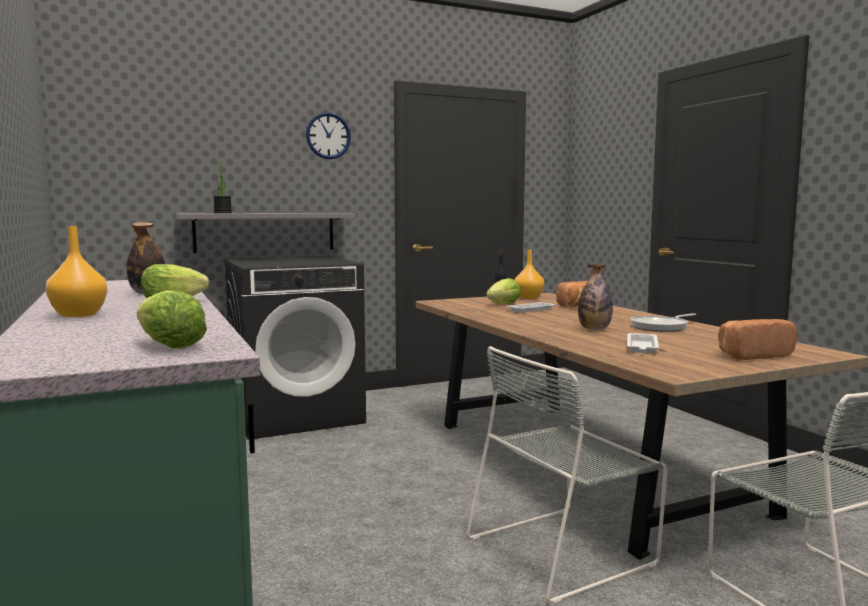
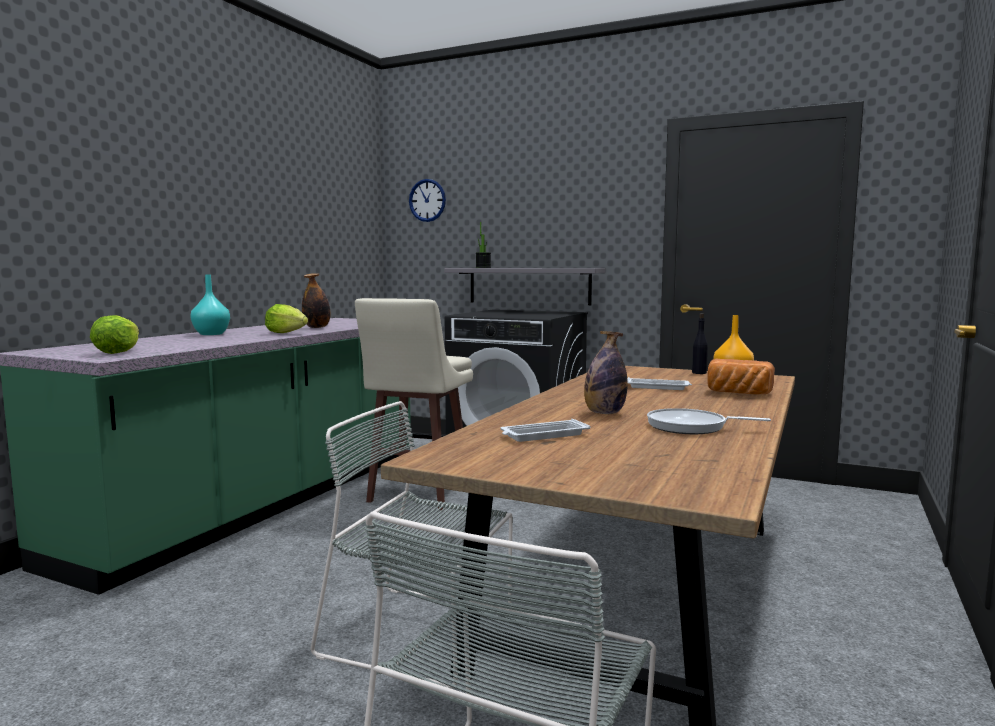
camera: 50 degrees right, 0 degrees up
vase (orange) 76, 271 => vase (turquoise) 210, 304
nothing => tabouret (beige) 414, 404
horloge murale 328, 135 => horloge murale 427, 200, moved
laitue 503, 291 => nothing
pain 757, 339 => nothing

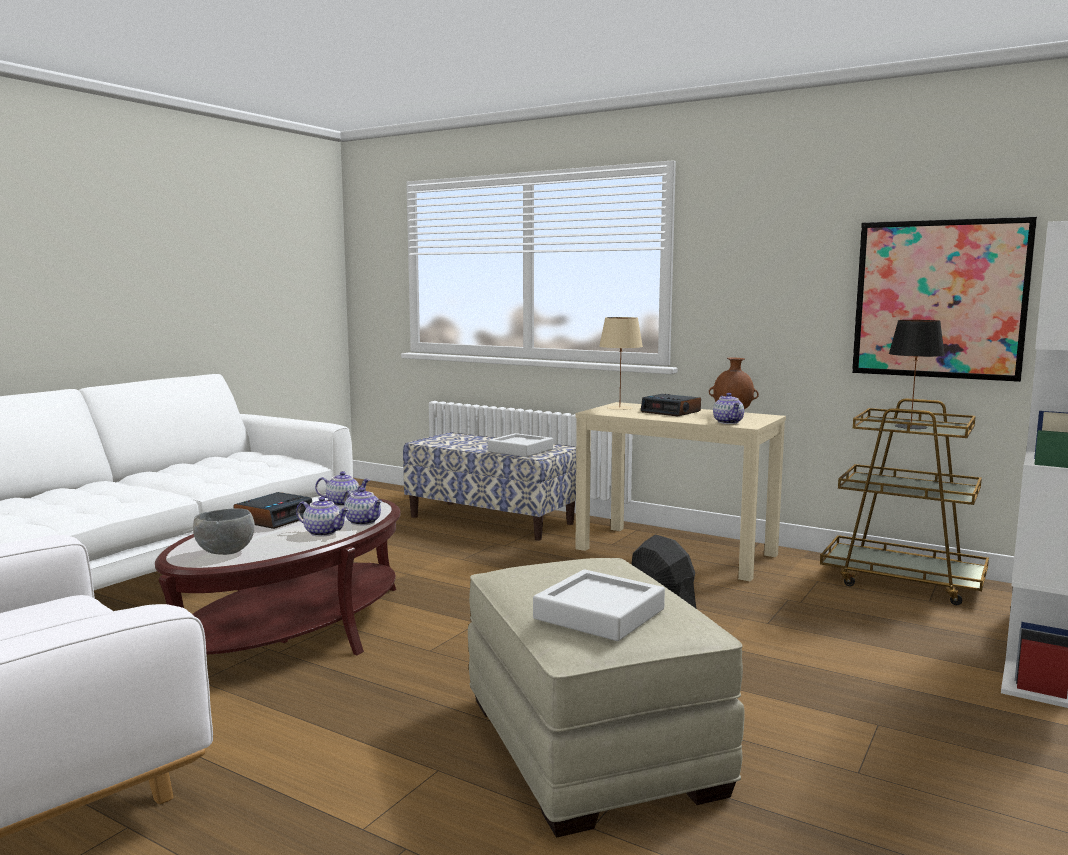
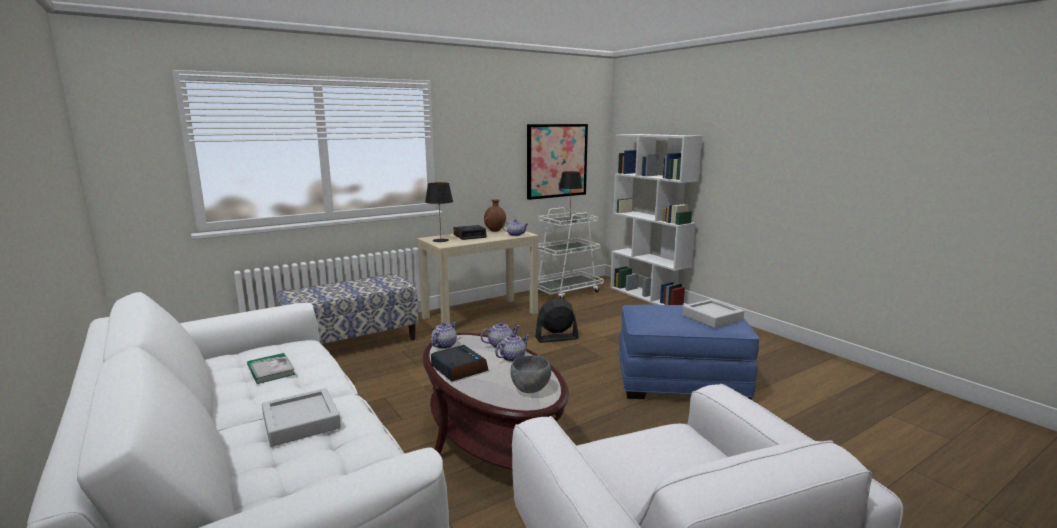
camera: 65 degrees left, 5 degrees up
nothing => livre 271, 368
plateau (gris) 520, 445 => plateau (gris) 301, 417, moved
lampe de table (beige) 621, 363 => lampe de table (noir) 439, 212
chariot (marron) 904, 502 => chariot (blanc) 566, 253
pouf (beige) 606, 698 => pouf (bleu) 689, 352

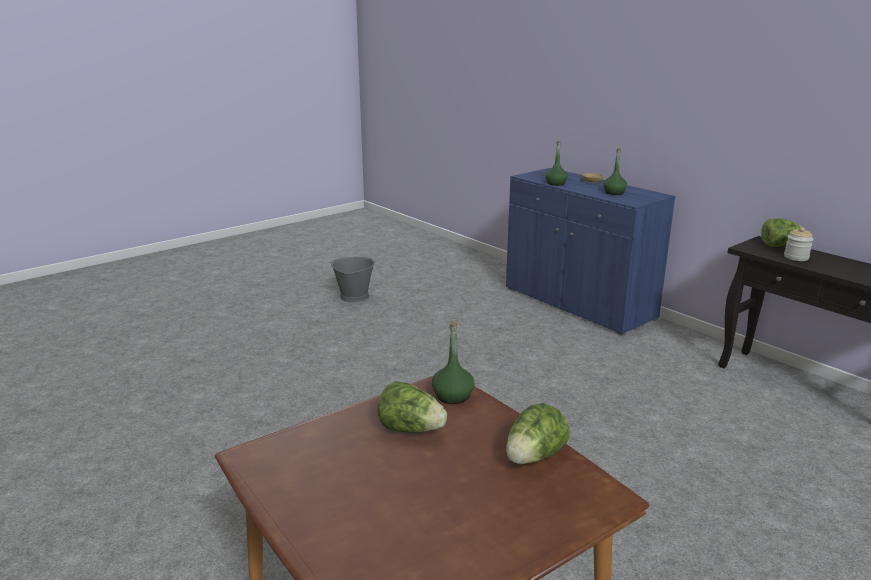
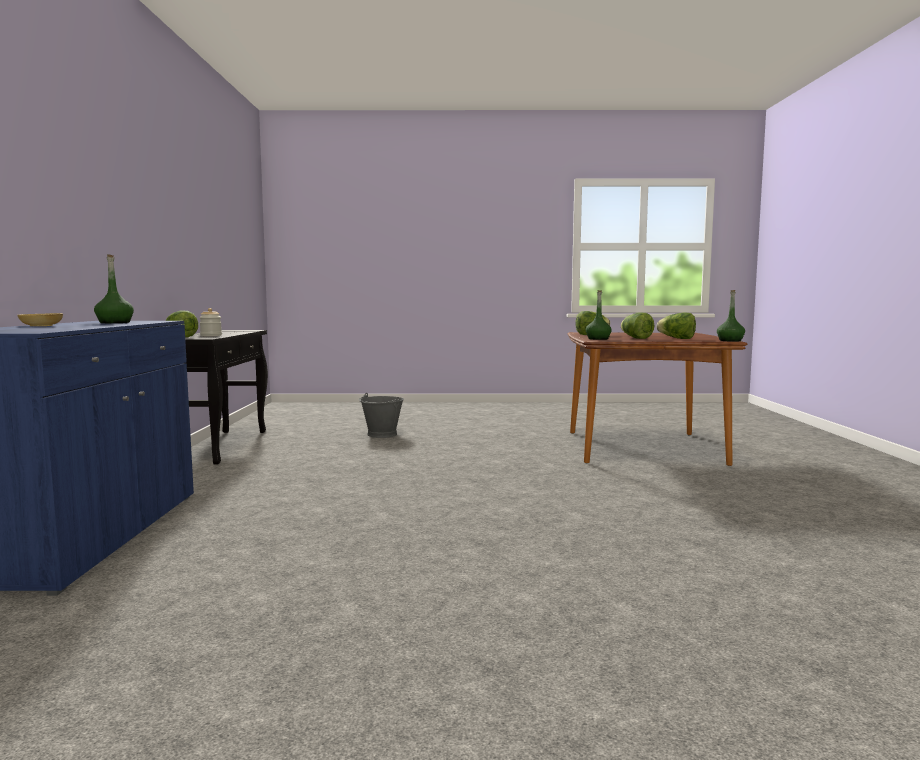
camera: 140 degrees left, 15 degrees down
seau (gris) 353, 279 => seau (gris) 381, 415, moved
nothing => laitue 676, 326
bouteille (vert) 556, 163 => bouteille (vert) 731, 316, moved

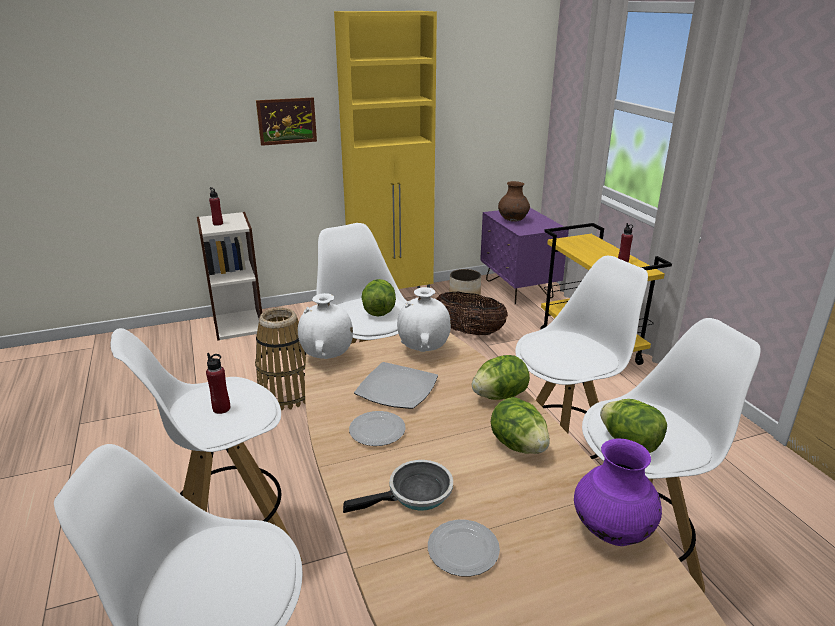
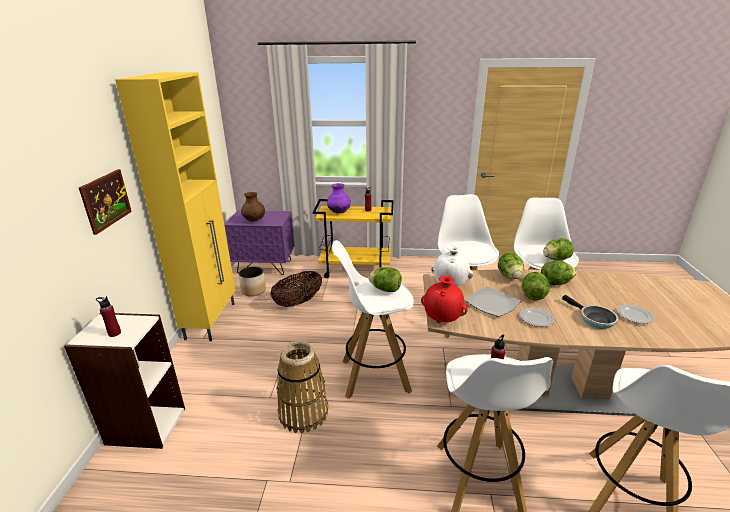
camera: 65 degrees left, 0 degrees up
vase (violet) 618, 492 => vase (violet) 339, 198, moved
vase (blanc) 325, 326 => vase (rouge) 444, 299
nothing => laitue 536, 286
poêle 398, 486 => poêle 590, 312, 150 degrees clockwise

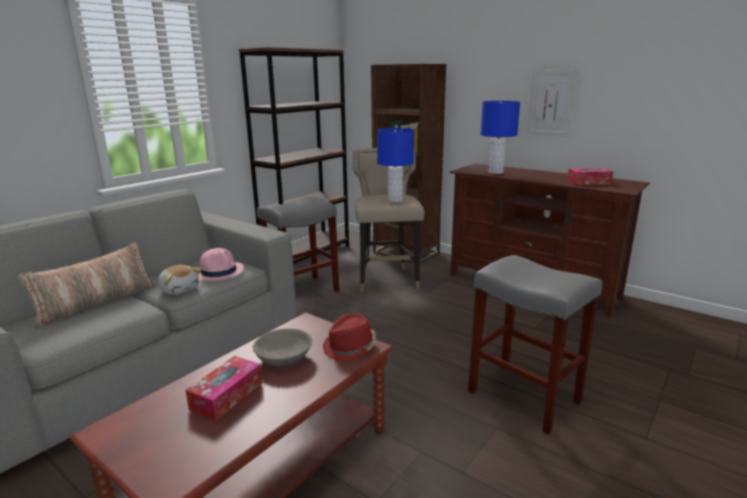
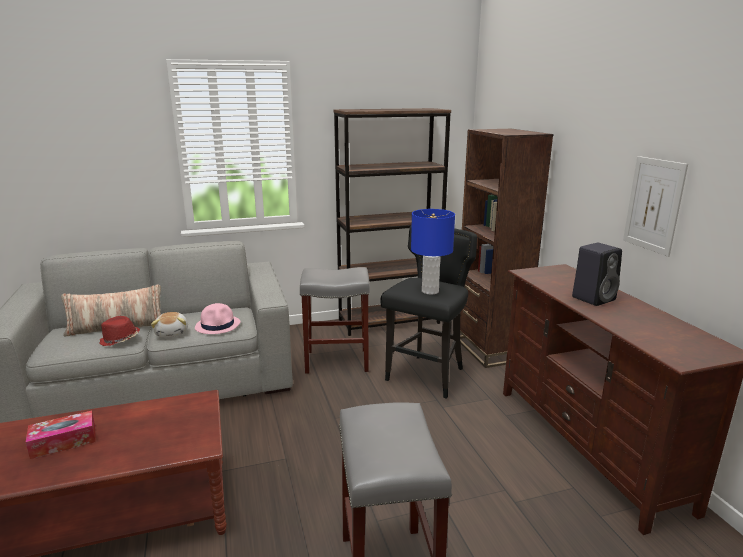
camera: 35 degrees right, 0 degrees up
chapeau (rouge) 349, 337 => chapeau (rouge) 119, 331, moved
tabouret (beige) 388, 220 => tabouret (noir) 428, 312
nothing => enceinte (noir) 597, 274
bol (gris) 282, 347 => nothing
lampe de table (bleu) 500, 137 => nothing
boîte à mouchoirs 590, 176 => nothing

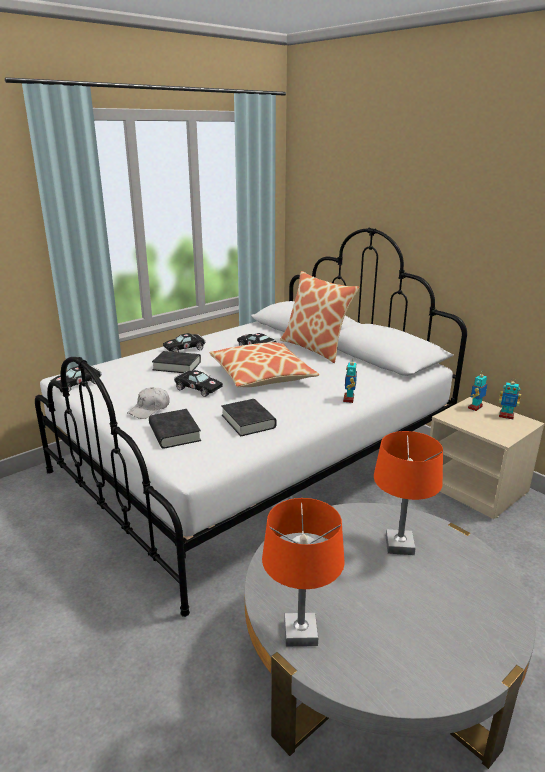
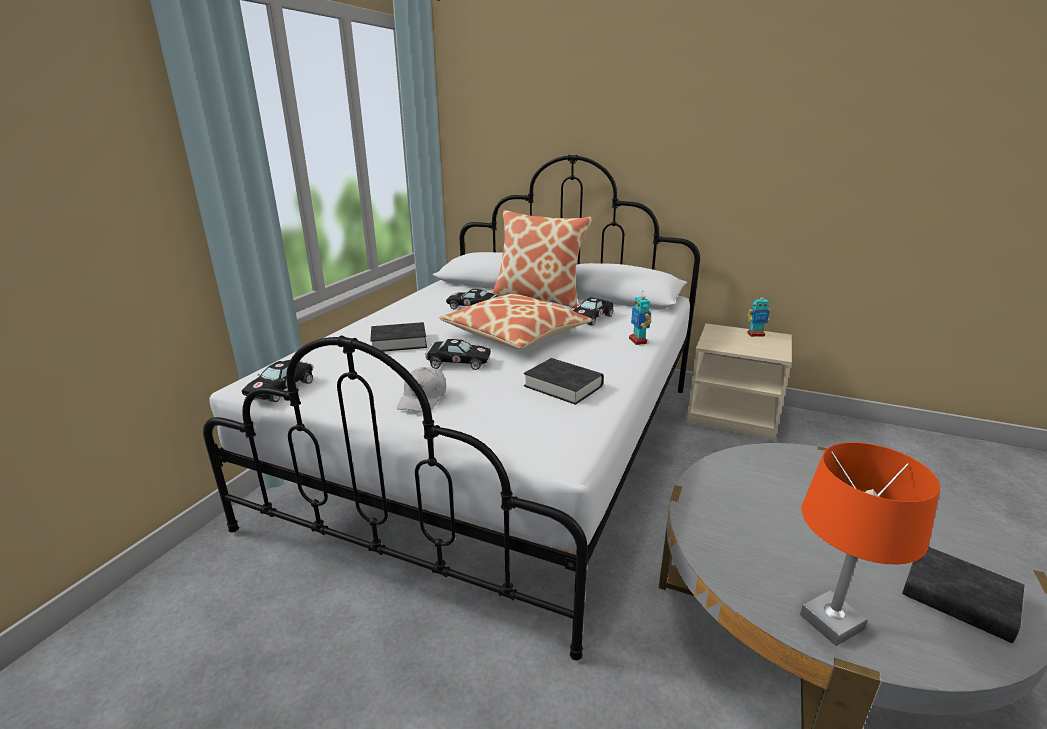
camera: 25 degrees left, 0 degrees up
petite voiture (noir) 184, 342 => petite voiture (noir) 593, 311, moved
livre (noir) 175, 429 => livre (noir) 963, 595, moved
lampe de table (orange) 408, 493 => nothing
robot jouet 477, 392 => nothing

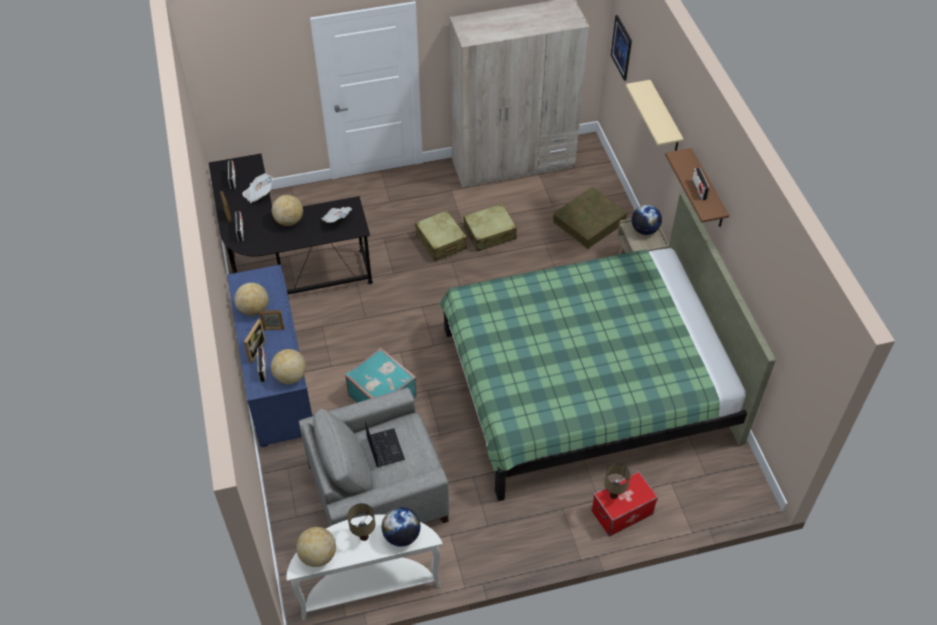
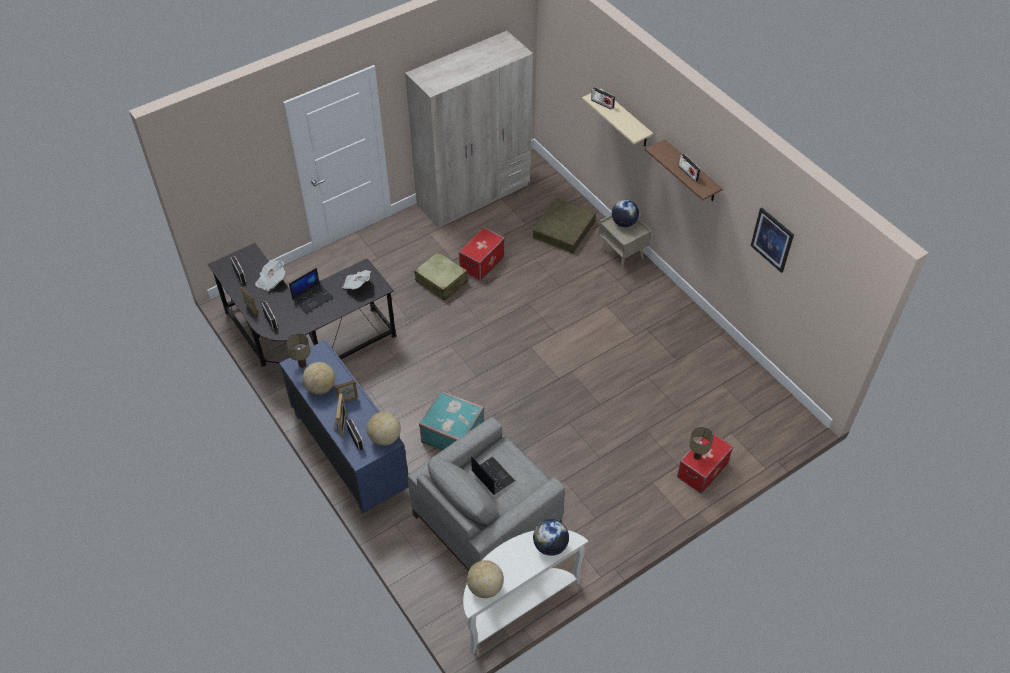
camera: 20 degrees left, 0 degrees up
lampe de table 361, 522 => lampe de table 298, 351, moved
globe 287, 210 => ordinateur portable 311, 290
valise (beige) 490, 227 => boîte de rangement 481, 254
nothing => radio 603, 98
tableau 621, 48 => tableau 772, 240, moved
lit (vert) 607, 347 => nothing

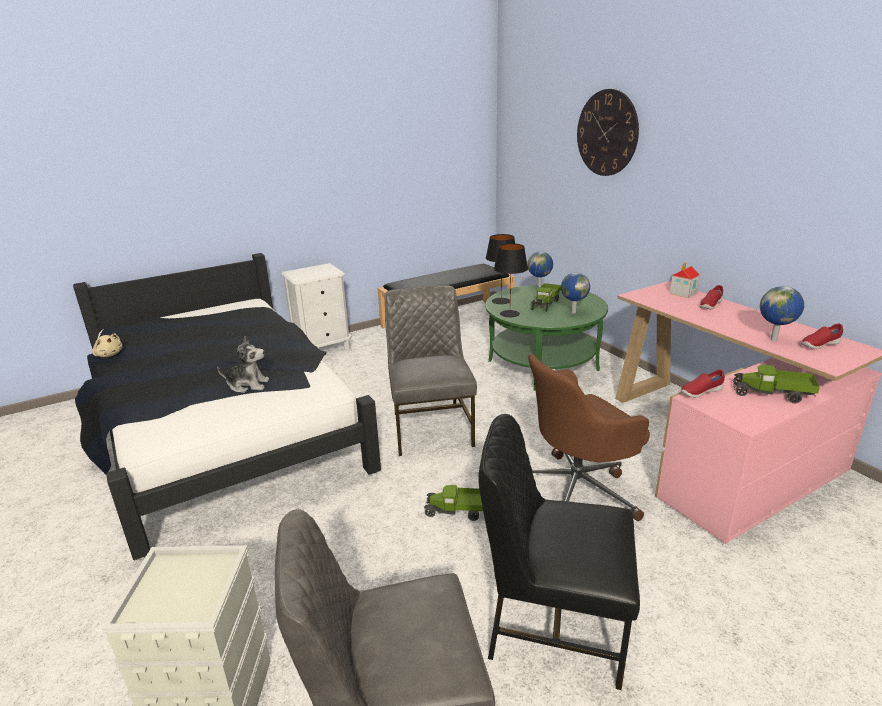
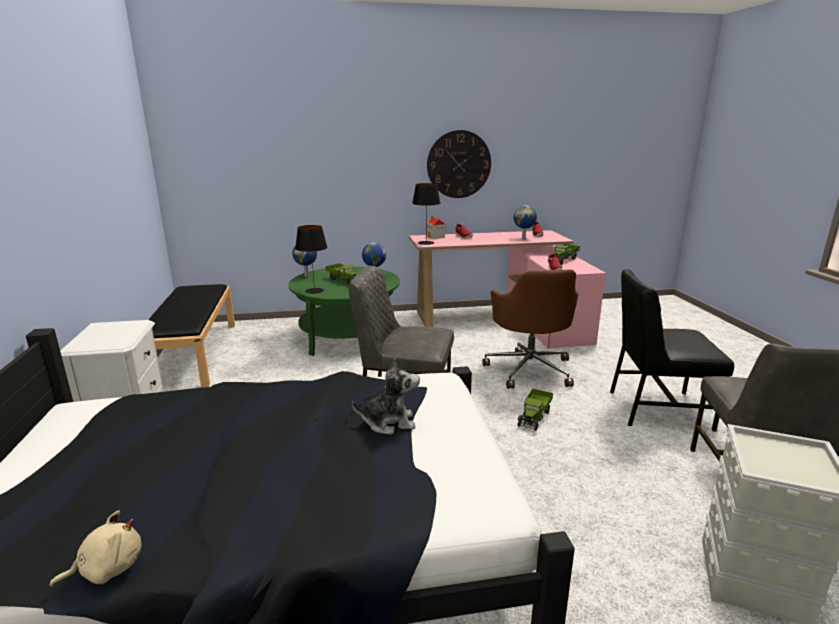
camera: 70 degrees left, 5 degrees down
peluche 243, 364 => peluche 386, 396, 60 degrees clockwise
lampe de table (noir) 511, 280 => lampe de table (noir) 426, 214, moved
horloge murale 608, 132 => horloge murale 459, 164, moved
chaise (noir) 559, 552 => chaise (noir) 672, 350, 60 degrees clockwise

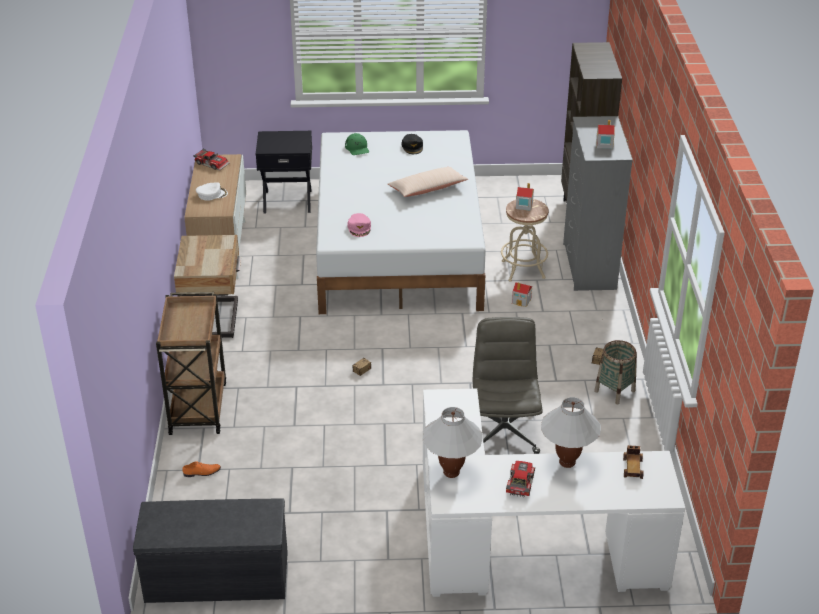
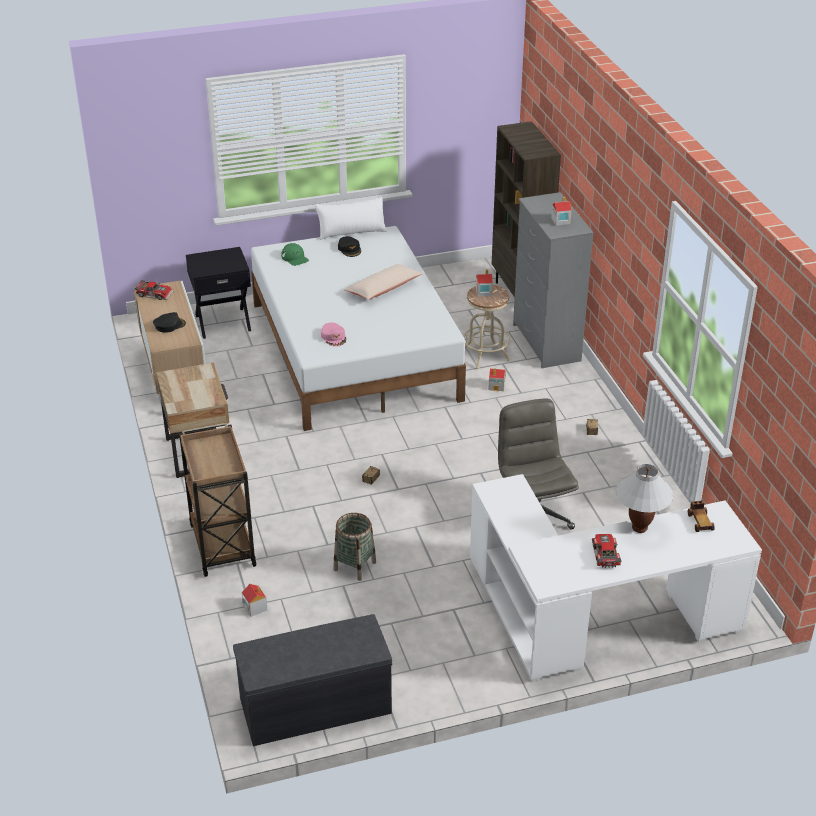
camera: 15 degrees left, 0 degrees up
casquette (blanc) 212, 191 => casquette (noir) 169, 322
chaussure (orange) 201, 469 => maison miniature 255, 600
nothing => coussin (blanc) 351, 218
panier 615, 372 => panier 354, 547, moved
lampe de table (blanc) 452, 442 => nothing

